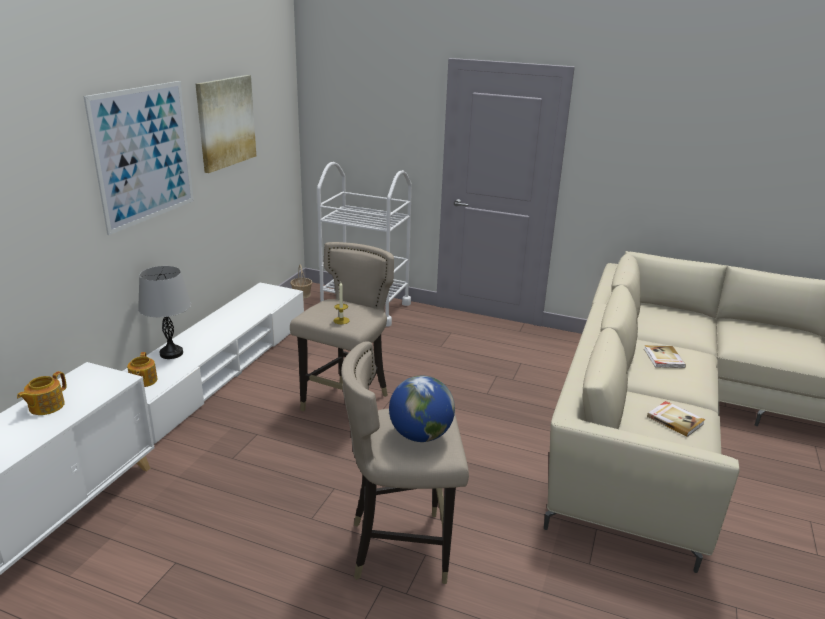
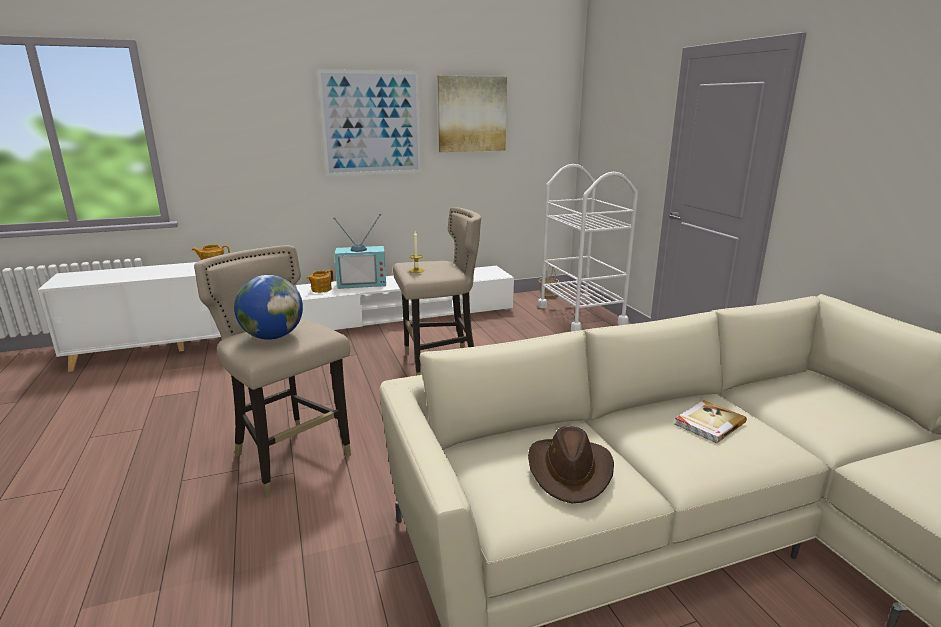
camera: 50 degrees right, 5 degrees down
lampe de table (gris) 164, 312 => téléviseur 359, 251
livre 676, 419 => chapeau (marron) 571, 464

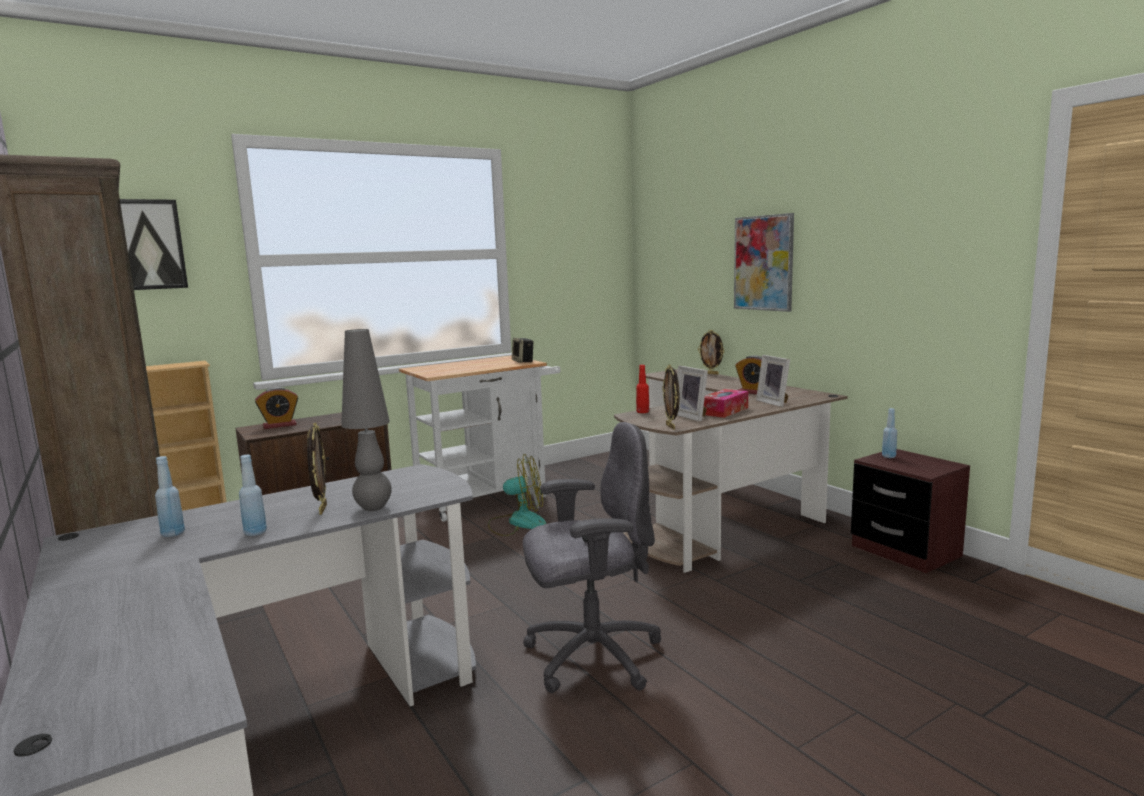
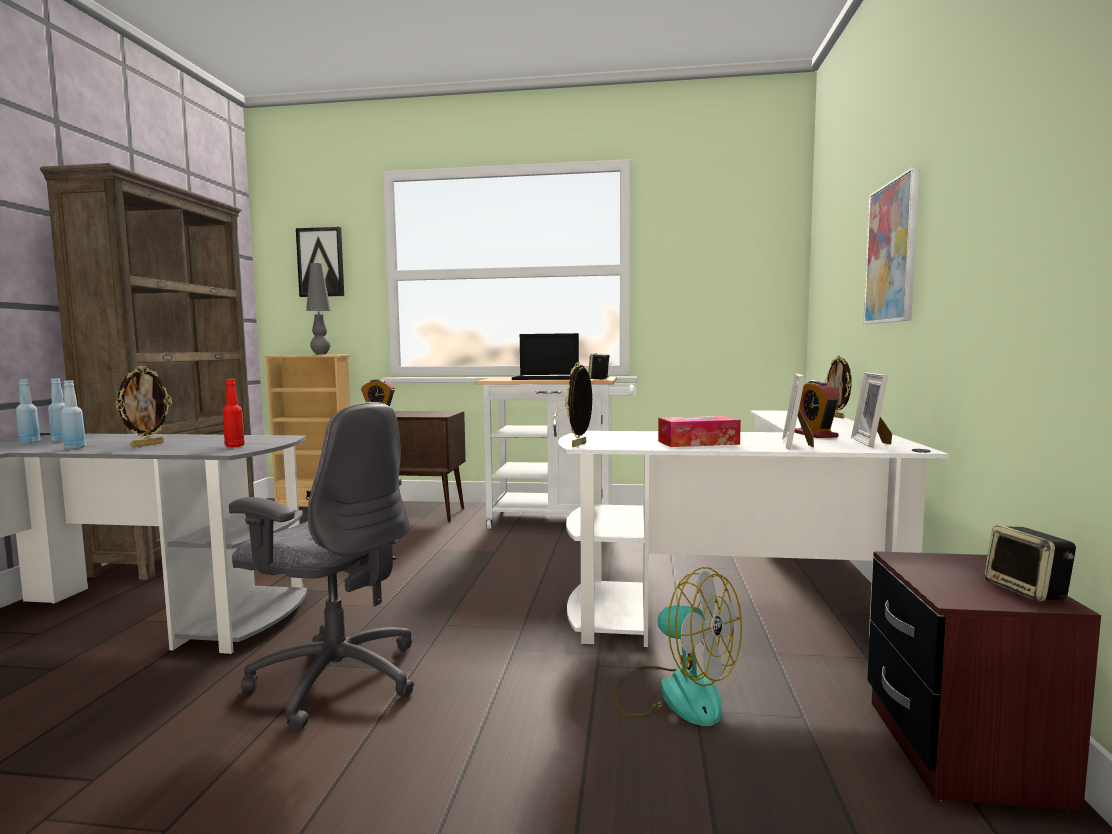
camera: 40 degrees right, 5 degrees down
bouteille (bleu) 889, 433 => bouteille (bleu) 28, 411, moved
bouteille (rouge) 642, 389 => bouteille (rouge) 234, 413, moved
lampe de table (gris) 366, 420 => lampe de table (gris) 318, 309, moved
nothing => ordinateur portable 545, 356
bureau (marron) 731, 471 => bureau (blanc) 753, 529
ventilateur 517, 495 => ventilateur 678, 646, moved
cadre photo 692, 394 => cadre photo 871, 409, moved
nothing => enceinte 1030, 563

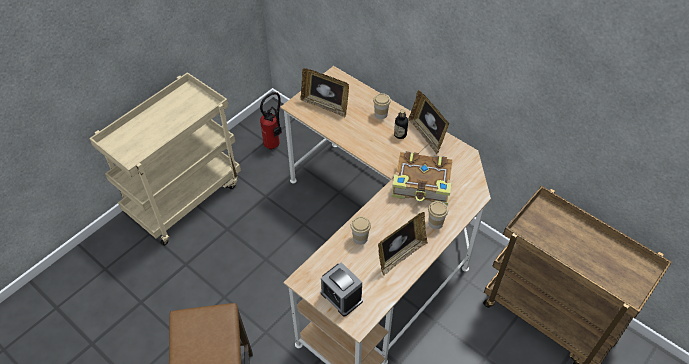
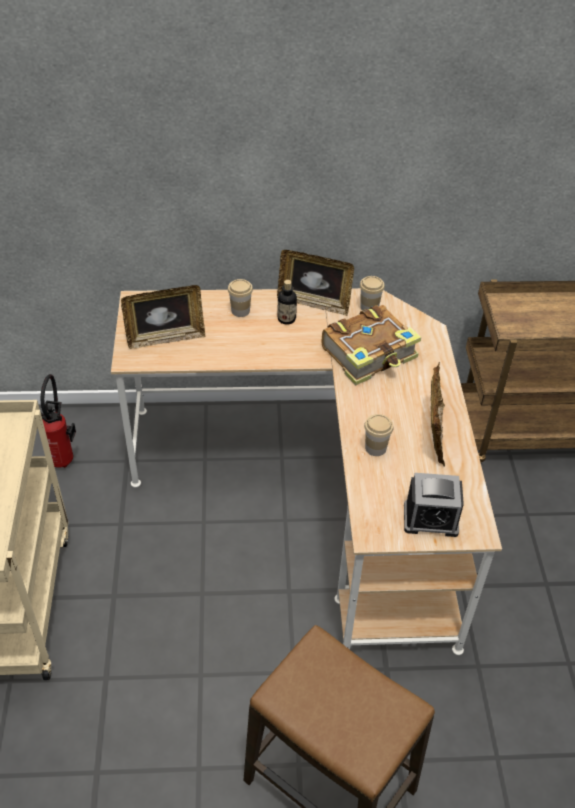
camera: 45 degrees left, 5 degrees down
tasse 438, 215 => tasse 372, 293, moved

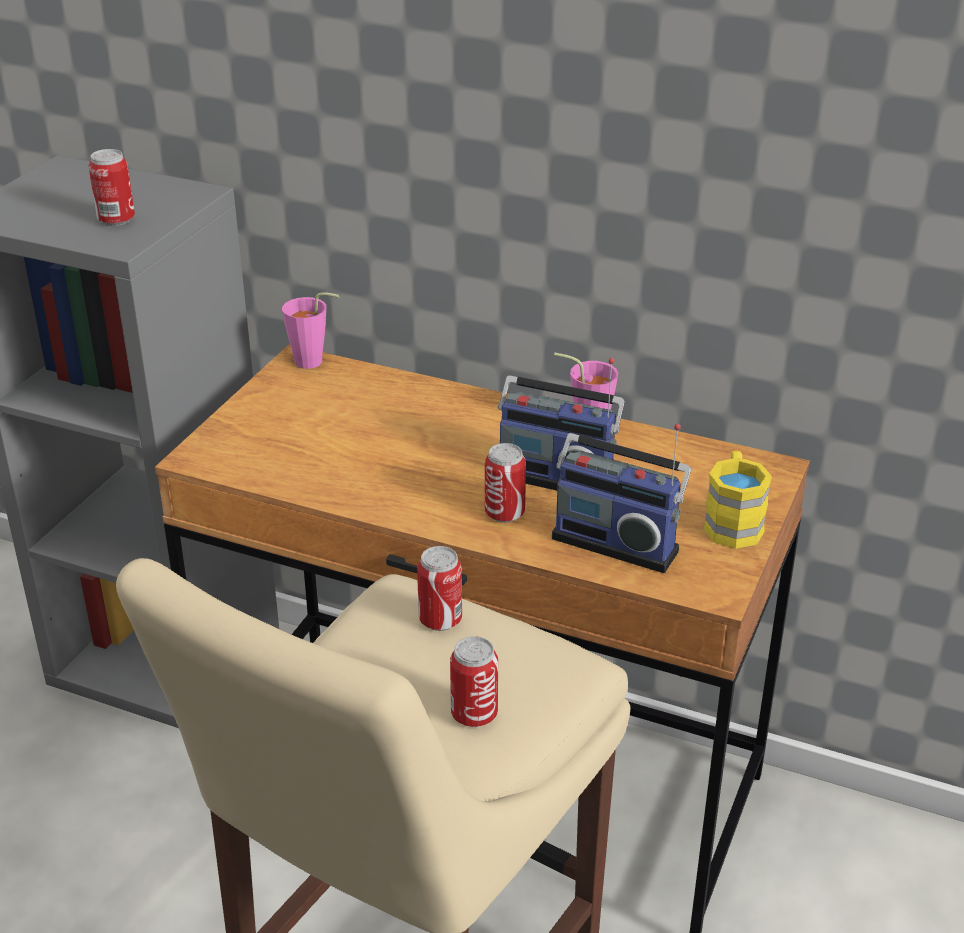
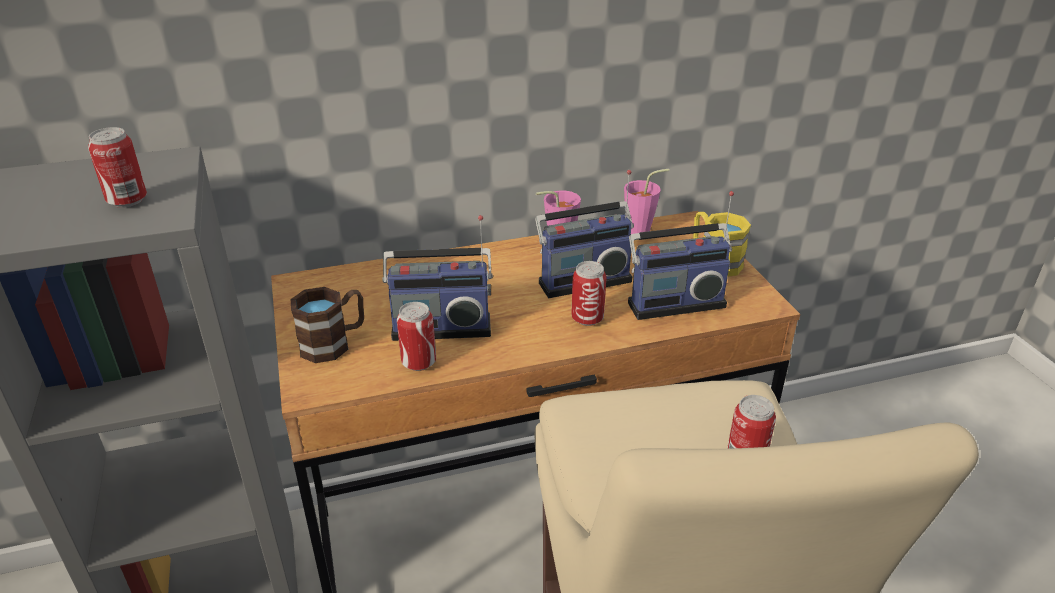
camera: 40 degrees left, 0 degrees up
nothing => mug (marron) 327, 325
nothing => radio 438, 278
boîte métallique 439, 588 => boîte métallique 416, 336, moved
tasse (rose) 311, 330 => tasse (rose) 647, 201, moved

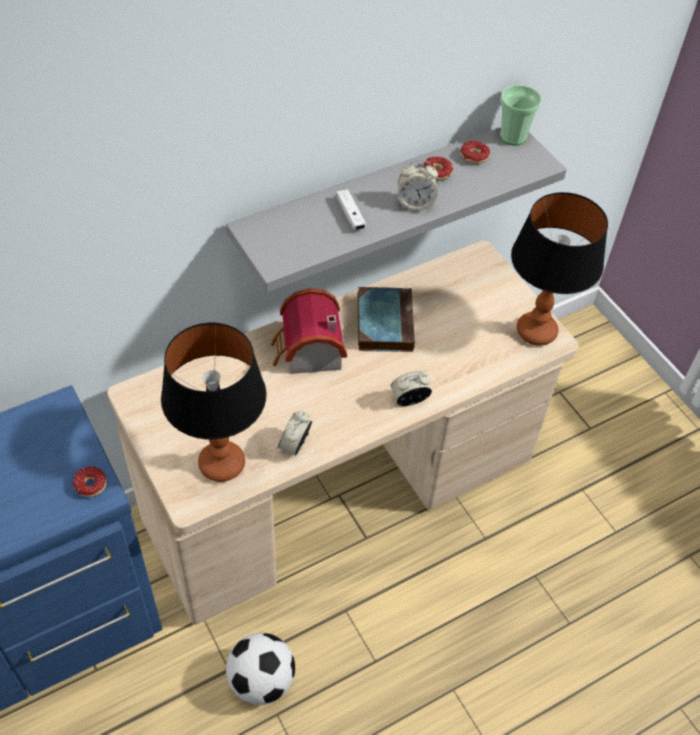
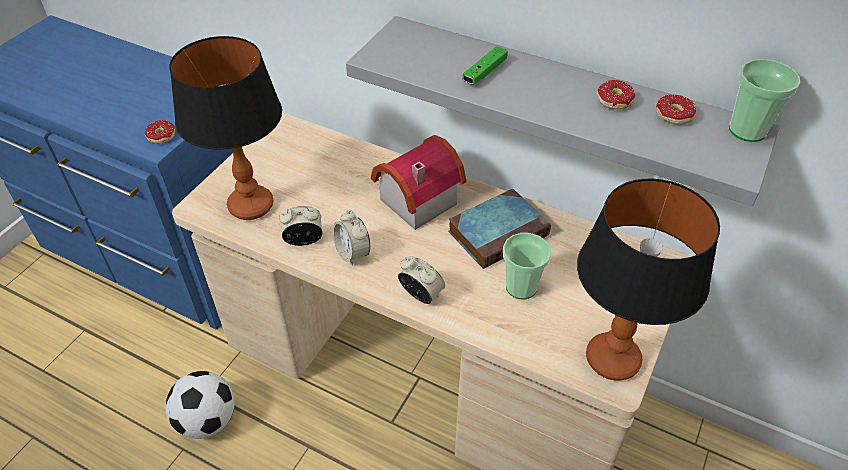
camera: 60 degrees right, 5 degrees down
réveil 418, 185 => réveil 351, 238, moved
manette (blanc) 351, 209 => manette (vert) 485, 65
nothing => tasse 527, 266

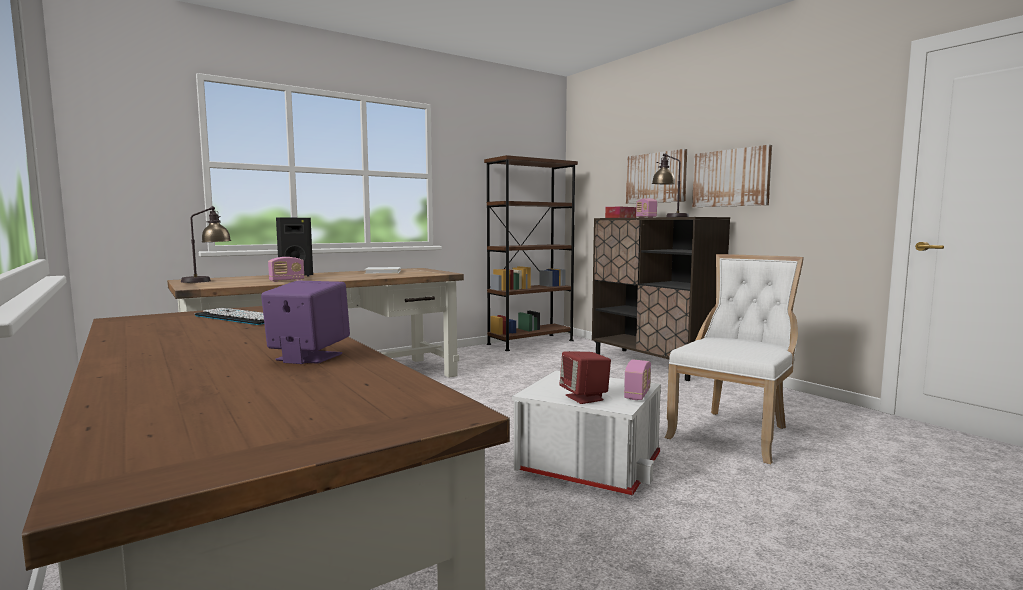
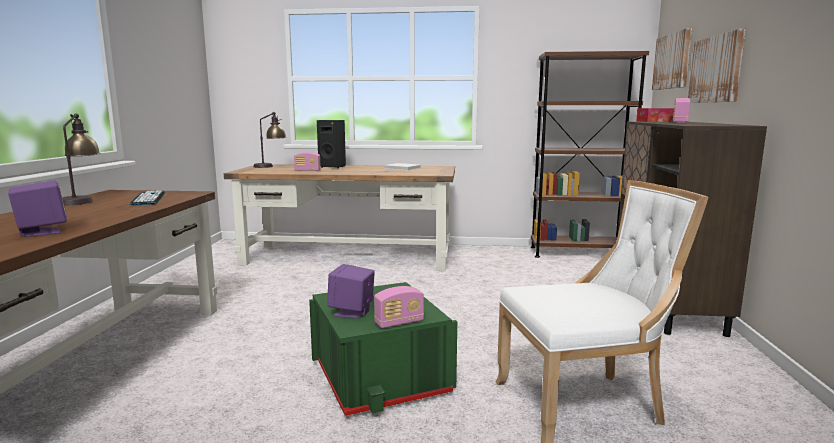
camera: 40 degrees right, 5 degrees up
lampe de table 670, 185 => lampe de table 81, 159, moved
boîte de rangement (blanc) 586, 433 => boîte de rangement (vert) 383, 349
enceinte (rouge) 585, 377 => enceinte (violet) 351, 291
tableau 732, 176 => tableau 672, 59, moved

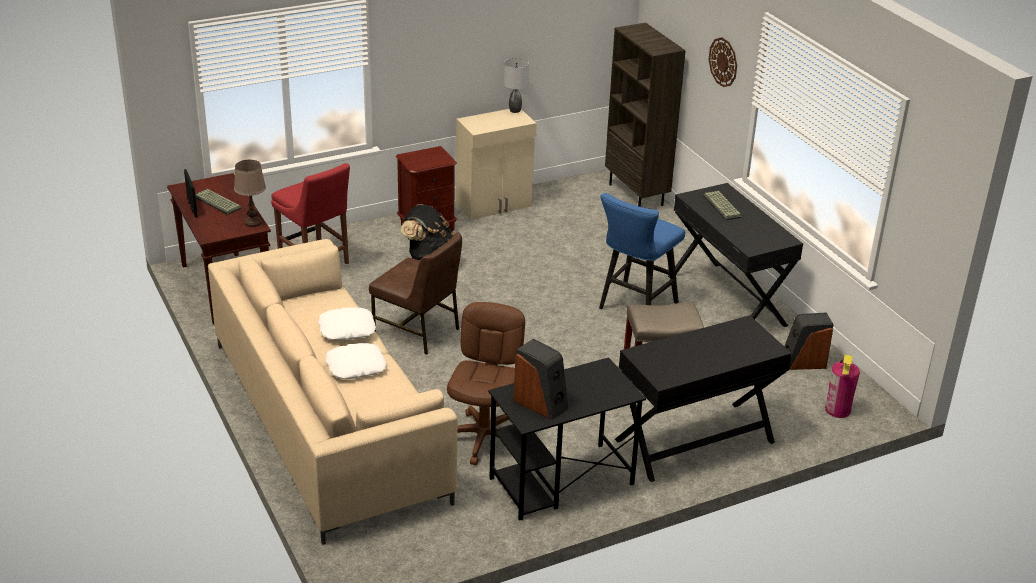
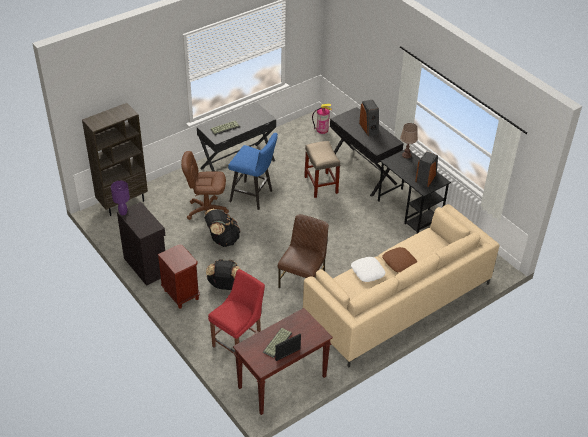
camera: 100 degrees left, 10 degrees up
lampe de table (gris) 516, 85 => lampe de table (violet) 120, 198
meuble de rangement (beige) 496, 164 => meuble de rangement (noir) 141, 244
chaise de bureau (marron) 486, 383 => chaise de bureau (marron) 205, 185, moved
nothing => sac à dos (noir) 222, 228
enceinte 809, 341 => enceinte 369, 117, moved
coussin (blanc) 356, 361 => coussin (marron) 399, 259
lampe de table (marron) 250, 193 => lampe de table (marron) 409, 140, moved
horloge murale 723, 62 => nothing

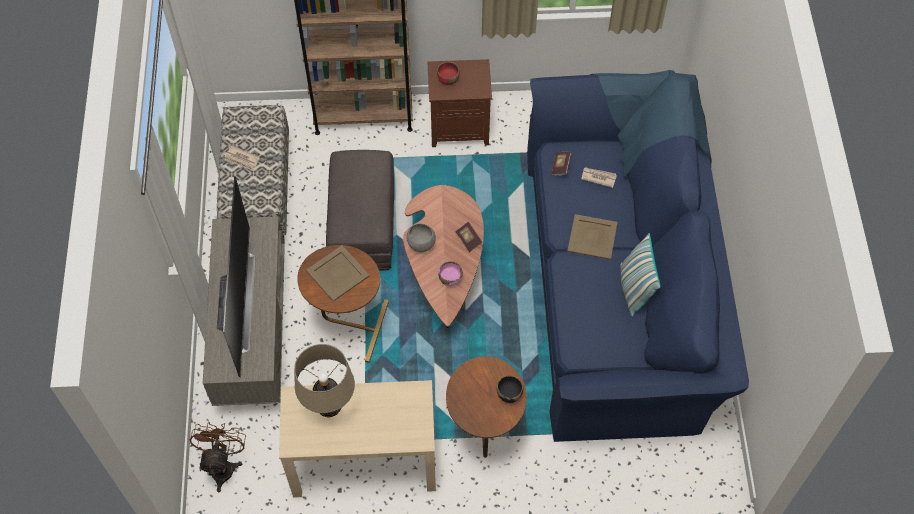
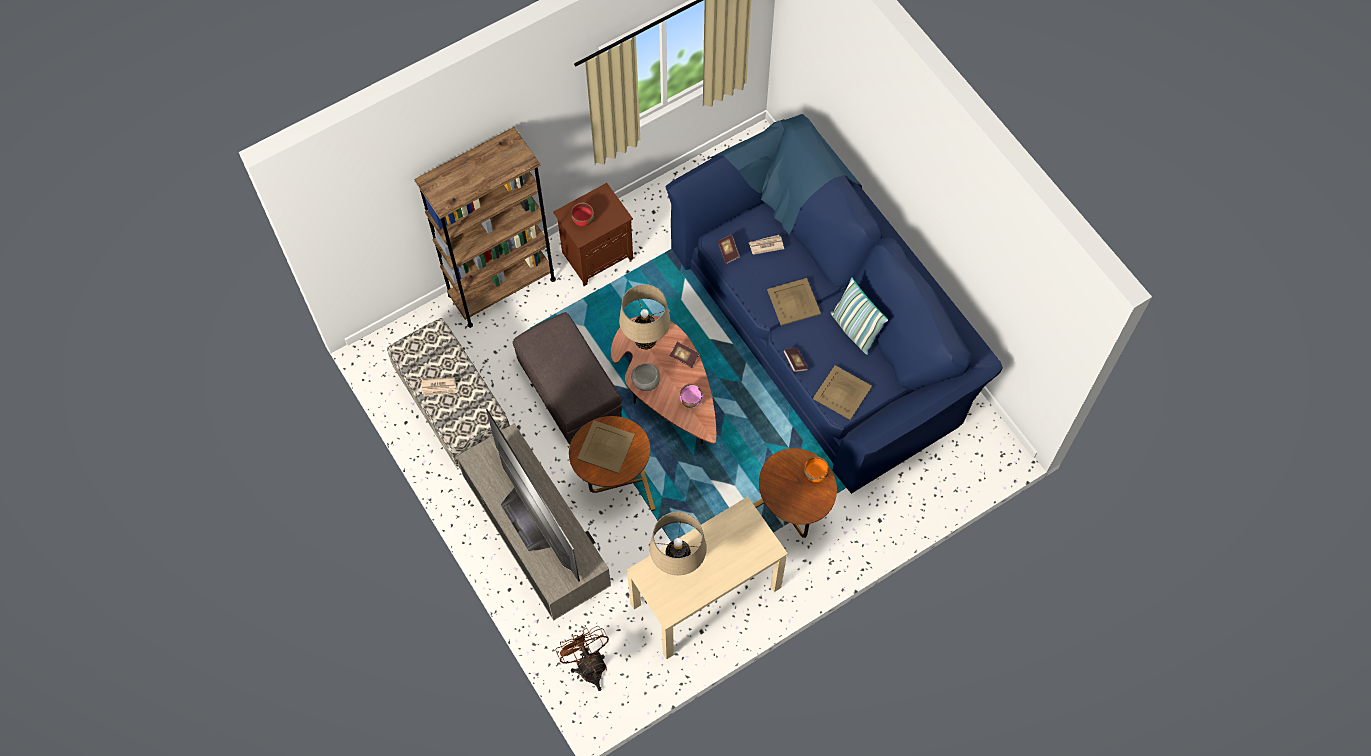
camera: 30 degrees left, 5 degrees up
nothing => lampe de table (beige) 645, 317
nothing => livre 795, 360
bol (noir) 509, 389 => bol (orange) 816, 469
nothing => plateau (beige) 842, 392

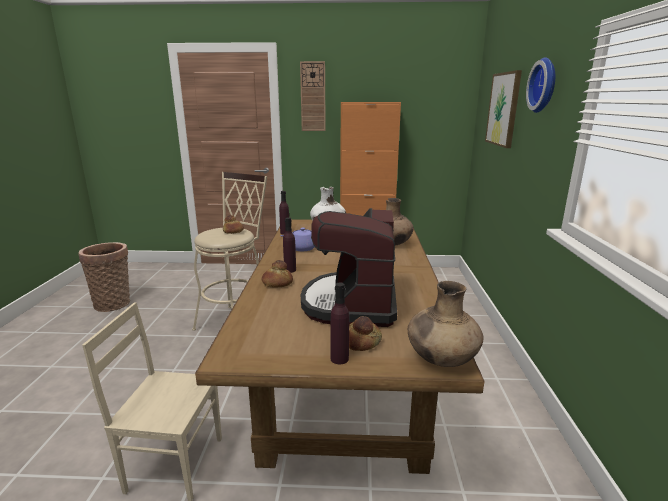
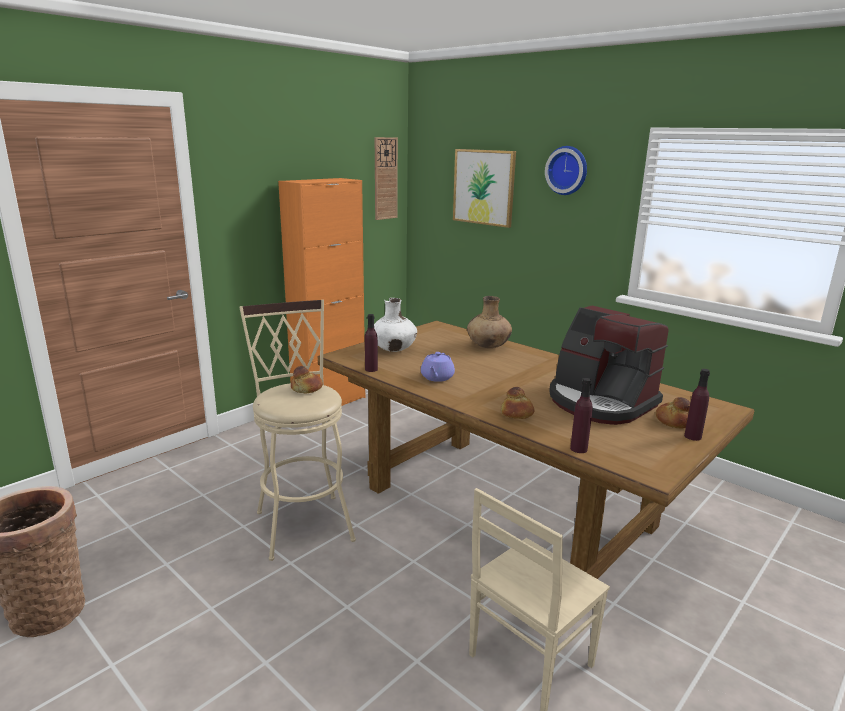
camera: 50 degrees left, 0 degrees up
horloge murale 313, 96 => horloge murale 386, 178, moved
bouteille (violet) 289, 245 => bouteille (violet) 581, 415, moved
vase (marron) 446, 324 => nothing

